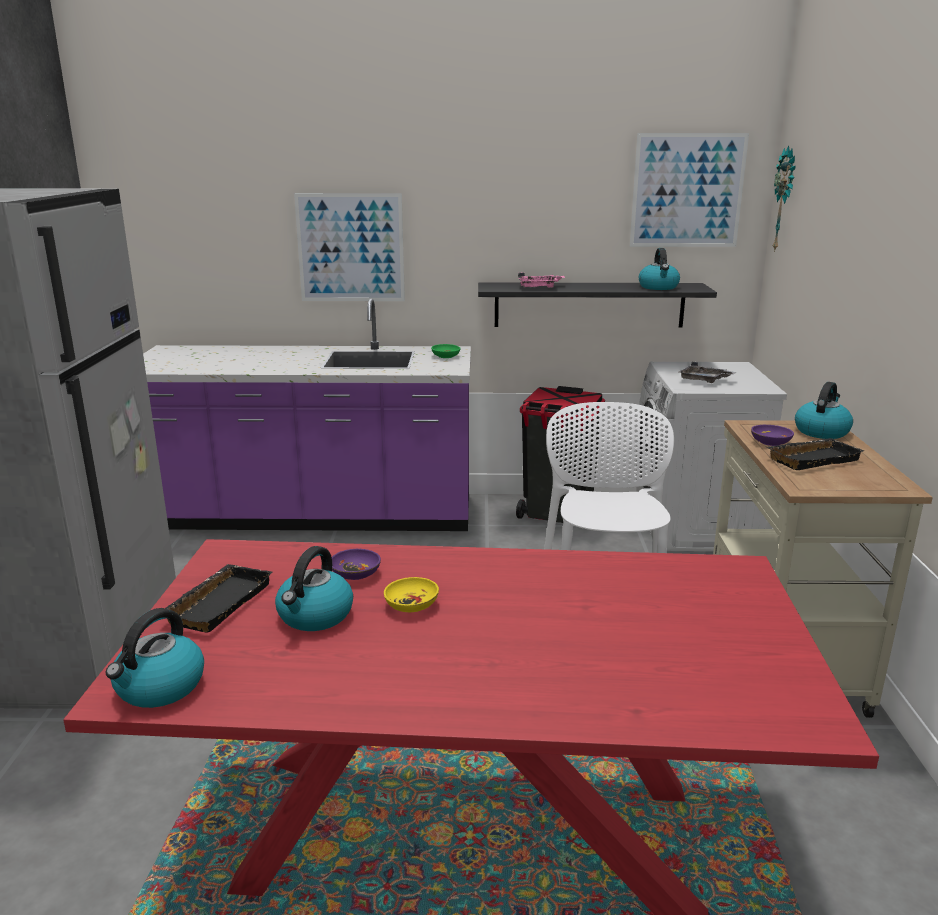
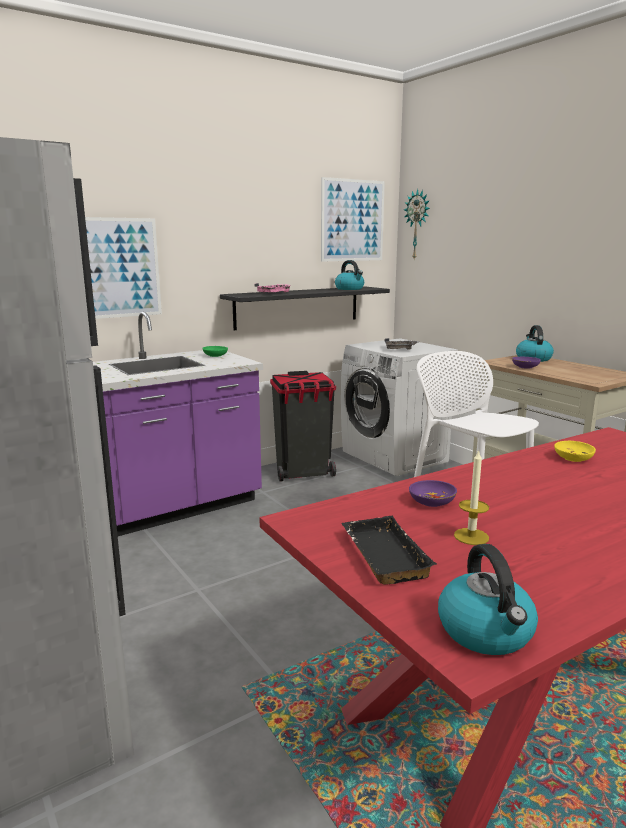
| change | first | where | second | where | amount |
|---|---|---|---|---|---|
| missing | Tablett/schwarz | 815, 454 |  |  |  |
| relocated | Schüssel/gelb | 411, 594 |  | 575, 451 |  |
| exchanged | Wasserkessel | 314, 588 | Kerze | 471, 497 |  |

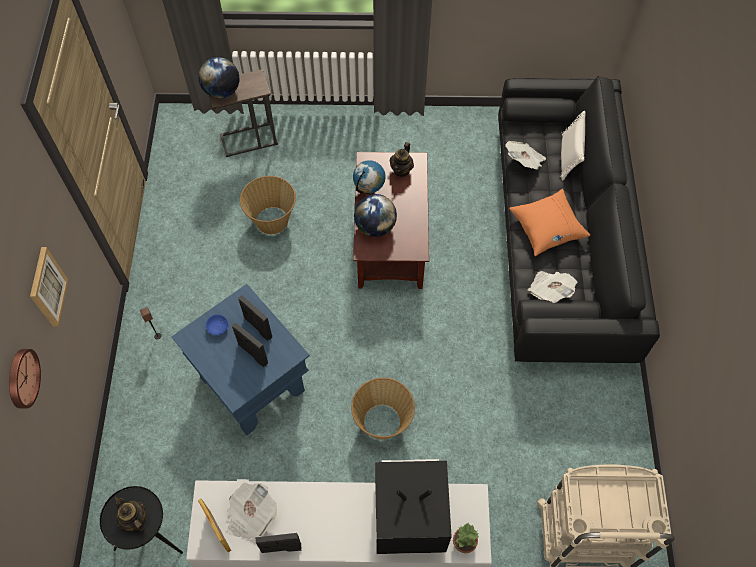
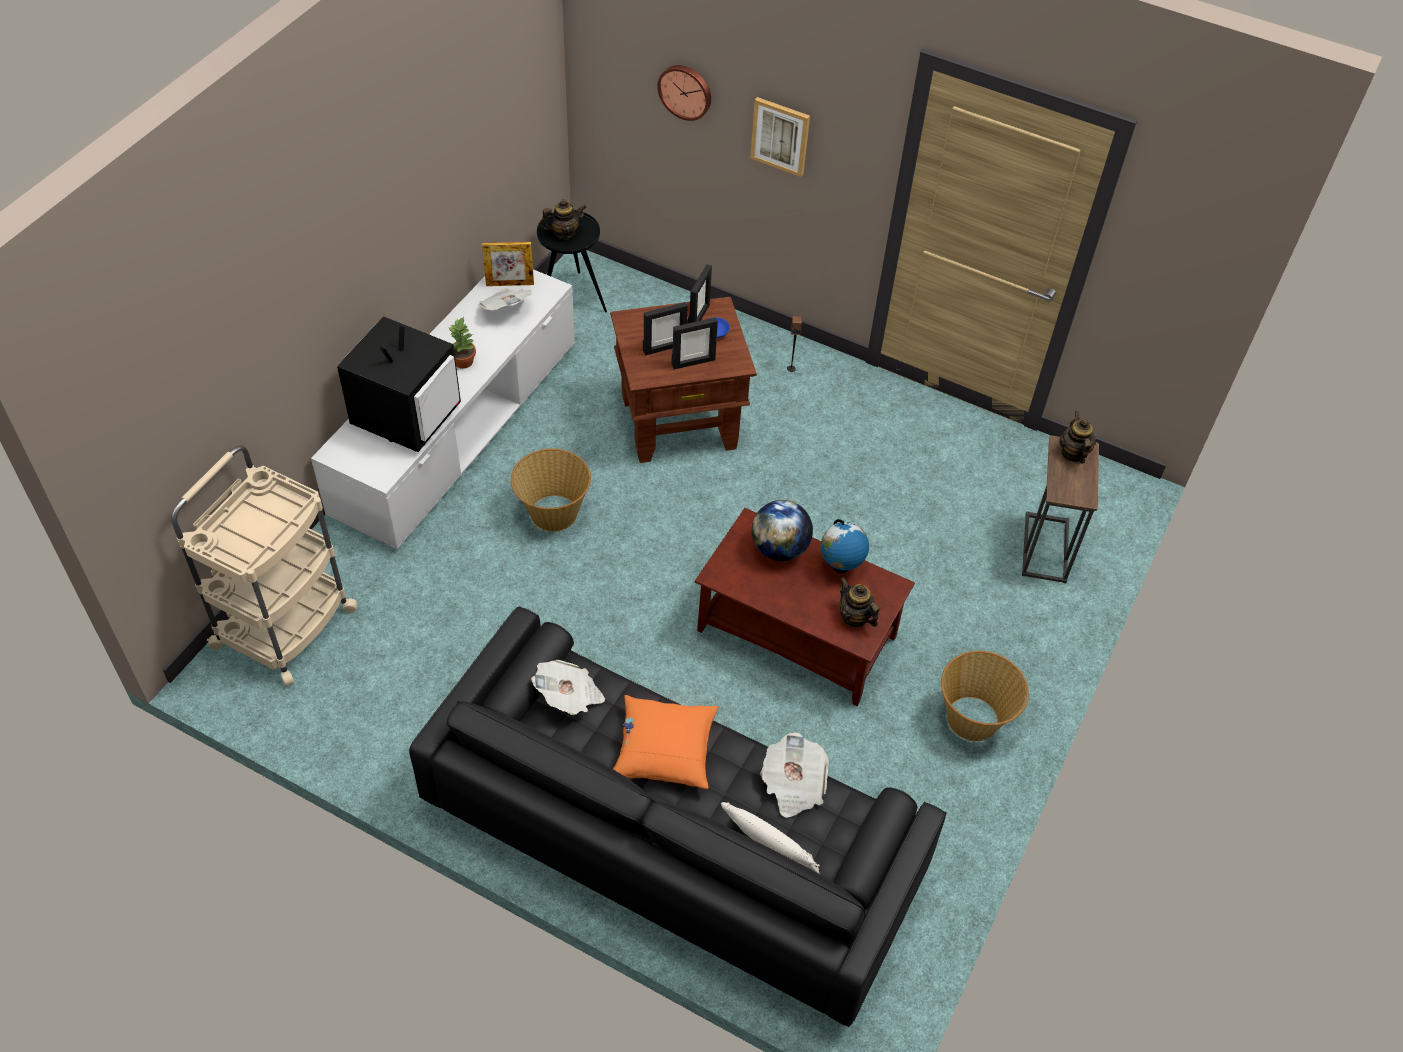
| change | first | where | second | where | amount |
|---|---|---|---|---|---|
| relocated | Korb | 268, 205 |  | 985, 696 |  |
| relocated | Bilderrahmen | 279, 543 |  | 699, 294 |  |
| relocated | Topfpflanze | 466, 538 |  | 462, 342 |  |
| exchanged | Globus | 218, 78 | Teekanne | 1078, 437 |  |
| colour | Beistelltisch/blau | 240, 359 | Beistelltisch/braun | 683, 380 |  |

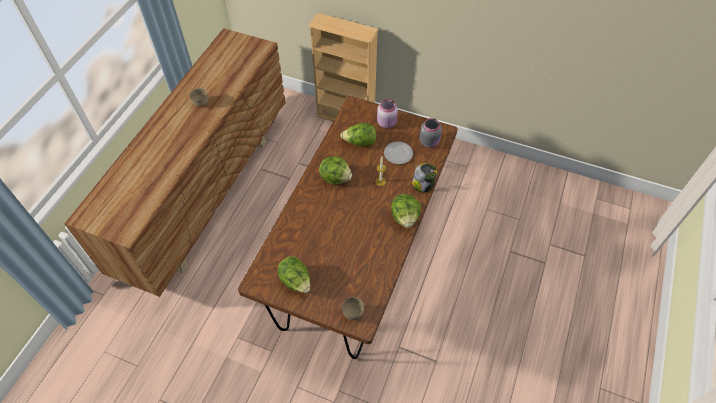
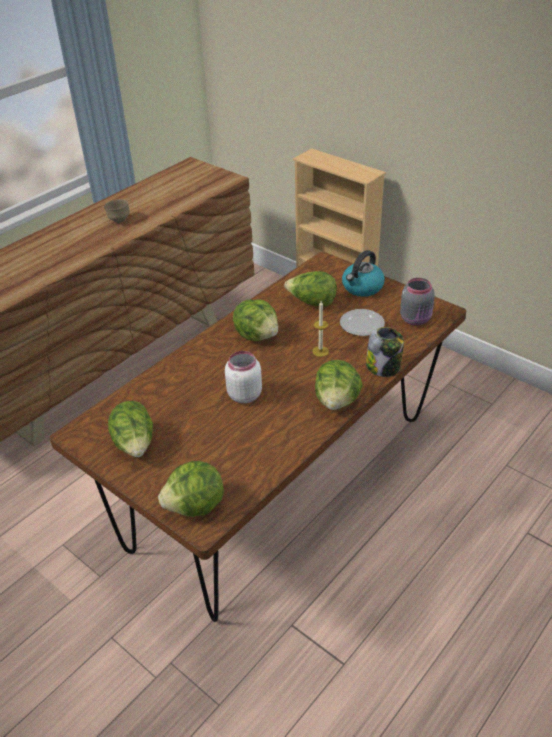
| change | first | where | second | where | amount |
|---|---|---|---|---|---|
| appeared |  |  | Vorratsglas/weiß | 243, 377 |  |
| exchanged | Schüssel/braun | 353, 308 | Salatkopf | 191, 489 |  |
| exchanged | Vorratsglas/rosa | 387, 113 | Wasserkessel | 363, 273 |  |

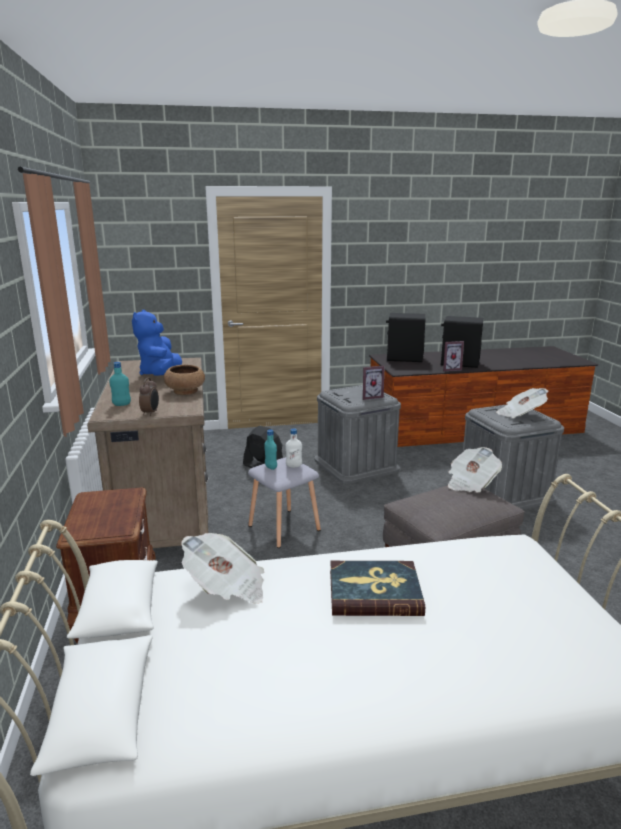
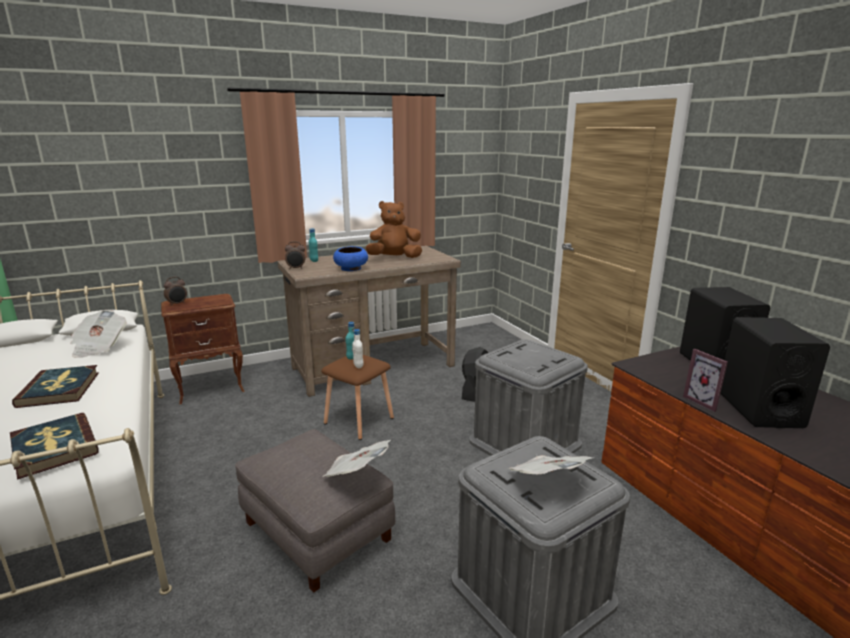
| change | first | where | second | where | amount |
|---|---|---|---|---|---|
| missing | Bilderrahmen | 374, 383 |  |  |  |
| appeared |  |  | Buch | 54, 446 |  |
| appeared |  |  | Wecker | 175, 291 |  |
| colour | Plüschtier/blau | 157, 343 | Plüschtier/braun | 393, 229 |  |
| colour | Schüssel/braun | 184, 380 | Schüssel/blau | 350, 258 |  |
| colour | Hocker/grau | 284, 502 | Hocker/braun | 357, 397 |  |

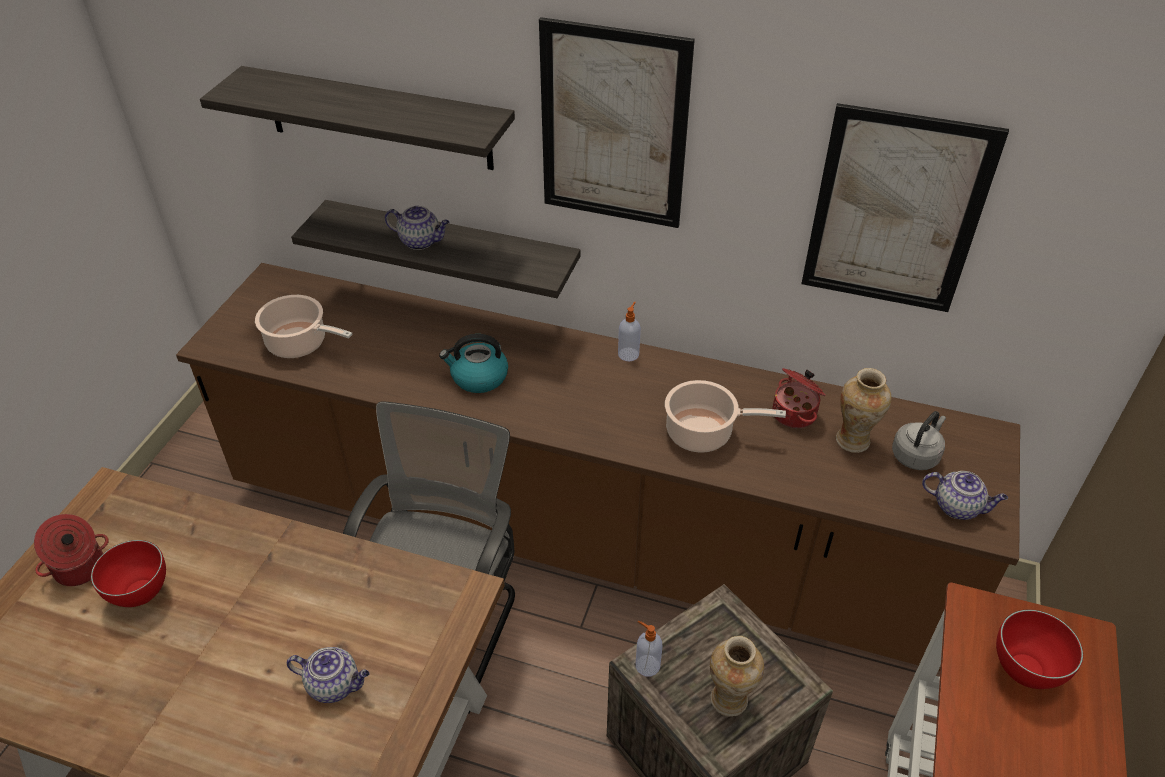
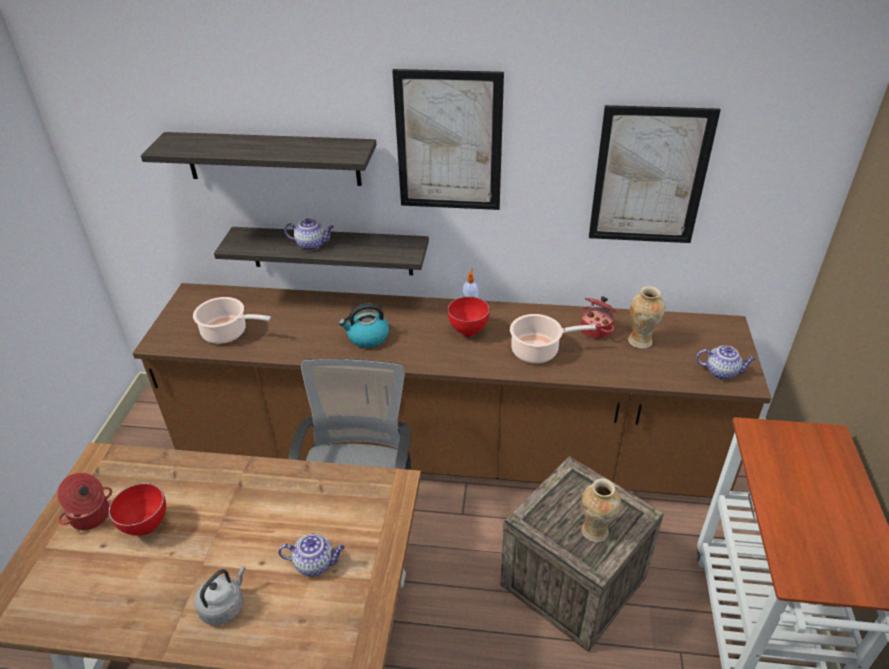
| change | first | where | second | where | amount |
|---|---|---|---|---|---|
| missing | Seifenspender | 649, 648 |  |  |  |
| relocated | Wasserkessel/grau | 919, 440 |  | 220, 596 |  |
| relocated | Schüssel/rot | 1039, 649 |  | 468, 316 |  |

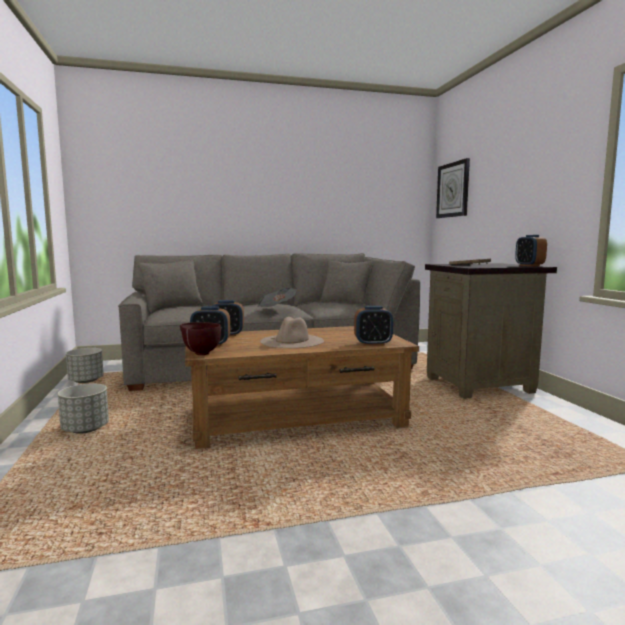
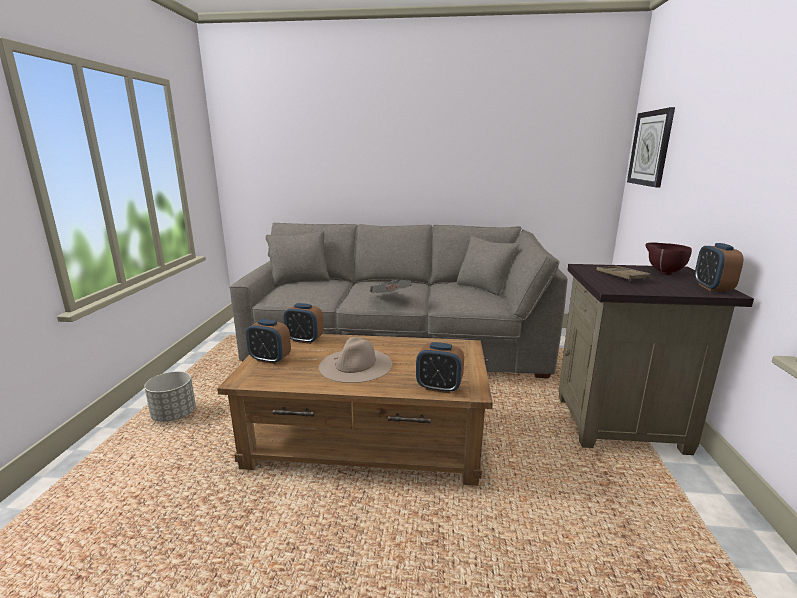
| change | first | where | second | where | amount |
|---|---|---|---|---|---|
| missing | Pflanzkübel/grau | 85, 365 |  |  |  |
| relocated | Schüssel/braun | 200, 338 |  | 668, 258 |  |

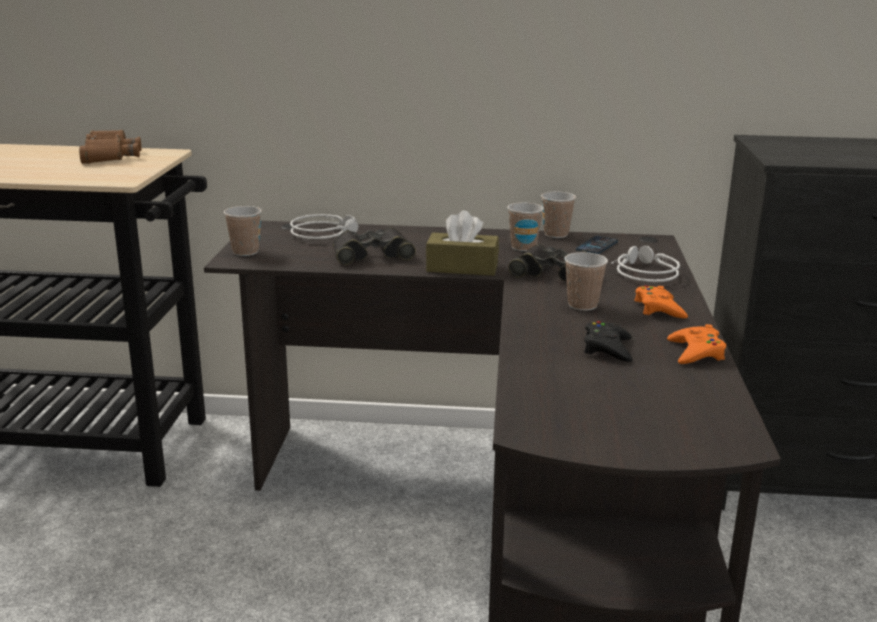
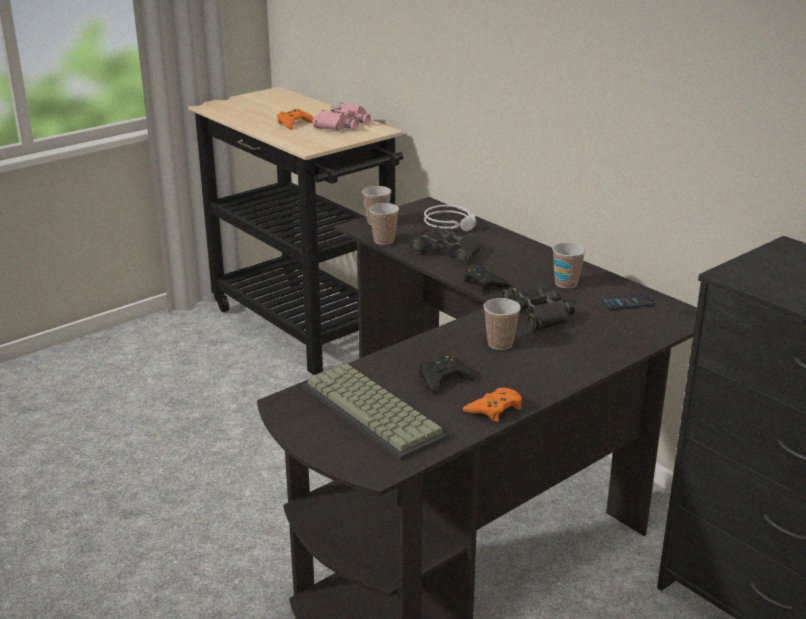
| change | first | where | second | where | amount |
|---|---|---|---|---|---|
| missing | Kopfhörer/grau | 645, 264 |  |  |  |
| appeared |  |  | Tastatur | 375, 412 |  |
| relocated | Tasse | 558, 215 |  | 384, 224 |  |
| relocated | Gamepad/orange | 661, 301 |  | 295, 119 |  |
| exchanged | Taschentuchbox/braun | 462, 243 | Gamepad/schwarz | 487, 279 |  |
| colour | Fernglas/braun | 110, 147 | Fernglas/rosa | 341, 116 |  |

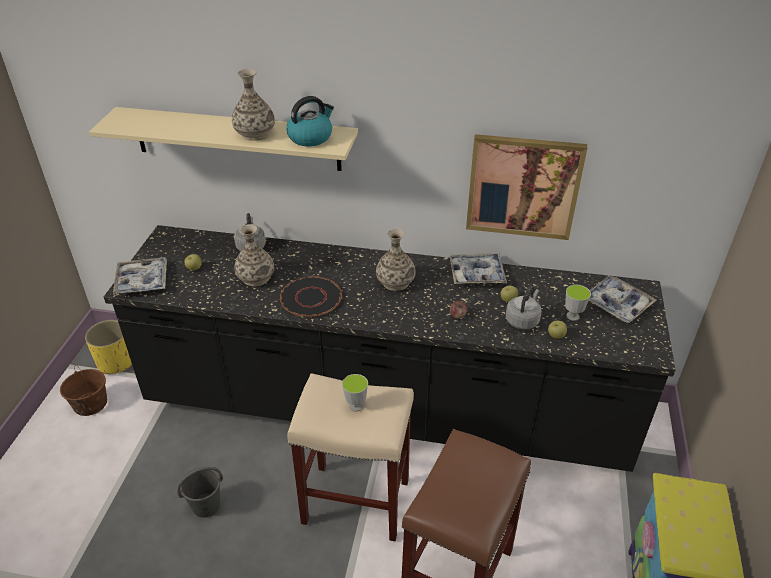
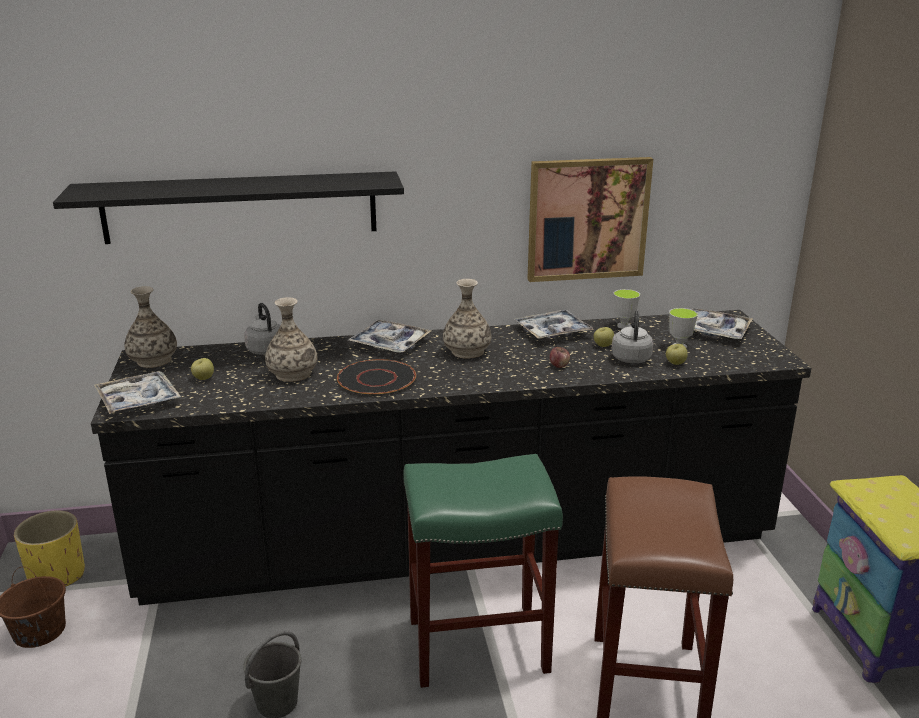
| change | first | where | second | where | amount |
|---|---|---|---|---|---|
| missing | Wasserkessel | 310, 121 |  |  |  |
| appeared |  |  | Tablett | 389, 336 |  |
| relocated | Vase | 253, 104 |  | 150, 327 |  |
| relocated | Tasse | 355, 393 |  | 627, 309 |  |
| colour | Wandregal/beige | 223, 139 | Wandregal/schwarz | 228, 207 |  |
| colour | Hocker/beige | 350, 457 | Hocker/grün | 483, 571 |  |

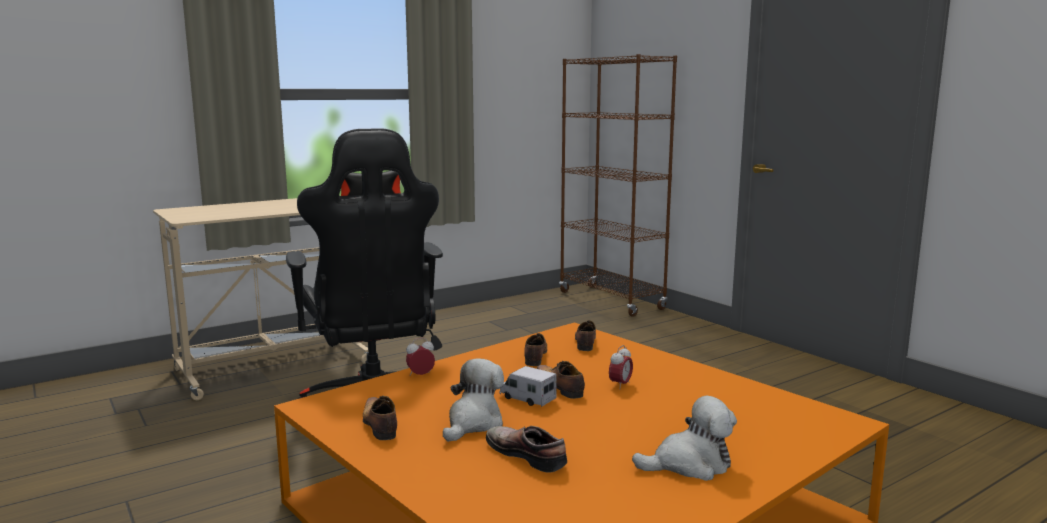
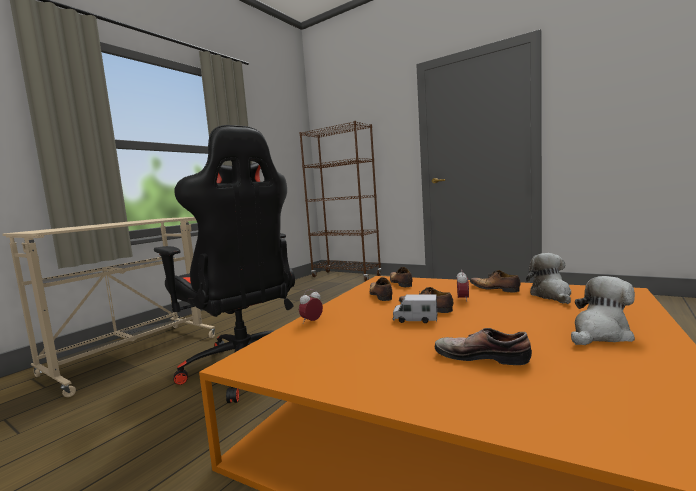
| change | first | where | second | where | amount |
|---|---|---|---|---|---|
| relocated | Schuh | 380, 417 |  | 495, 281 |  |
| relocated | Plüschtier | 473, 400 |  | 548, 278 |  |

